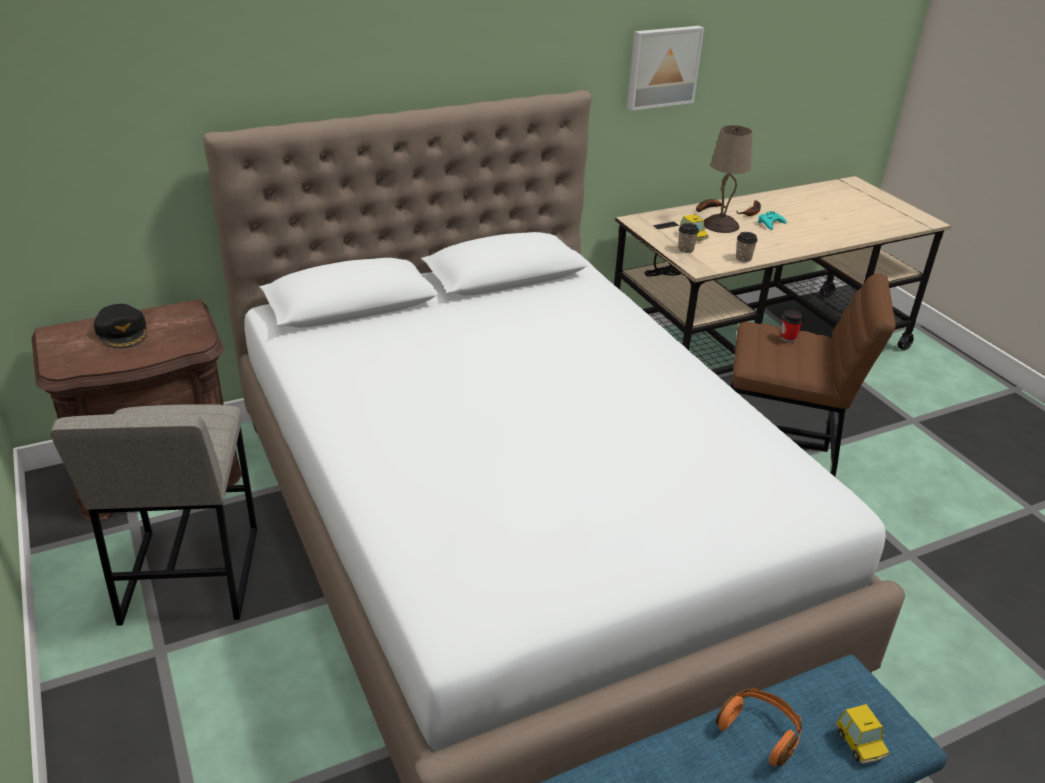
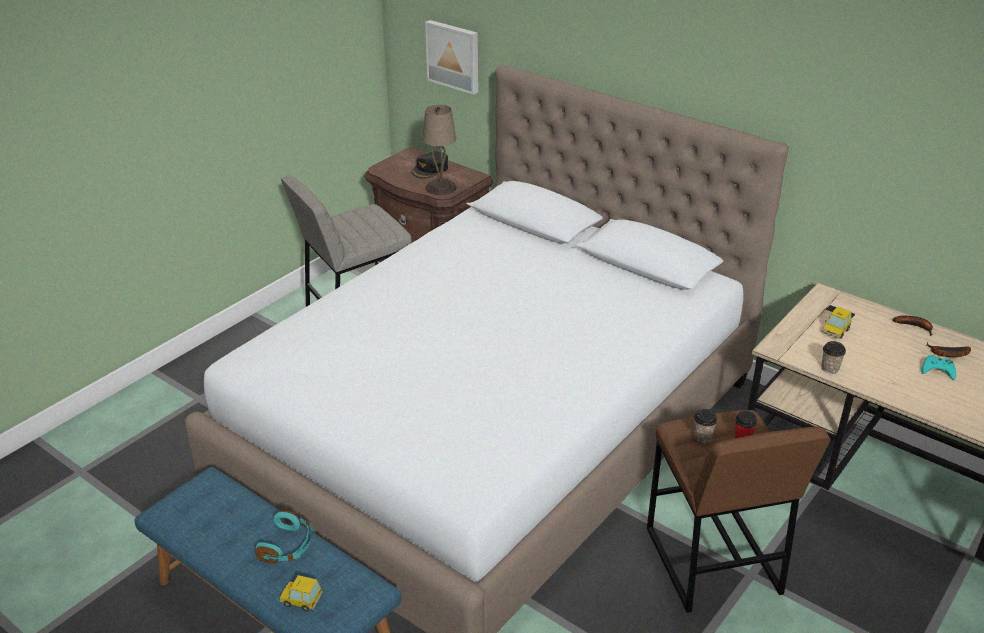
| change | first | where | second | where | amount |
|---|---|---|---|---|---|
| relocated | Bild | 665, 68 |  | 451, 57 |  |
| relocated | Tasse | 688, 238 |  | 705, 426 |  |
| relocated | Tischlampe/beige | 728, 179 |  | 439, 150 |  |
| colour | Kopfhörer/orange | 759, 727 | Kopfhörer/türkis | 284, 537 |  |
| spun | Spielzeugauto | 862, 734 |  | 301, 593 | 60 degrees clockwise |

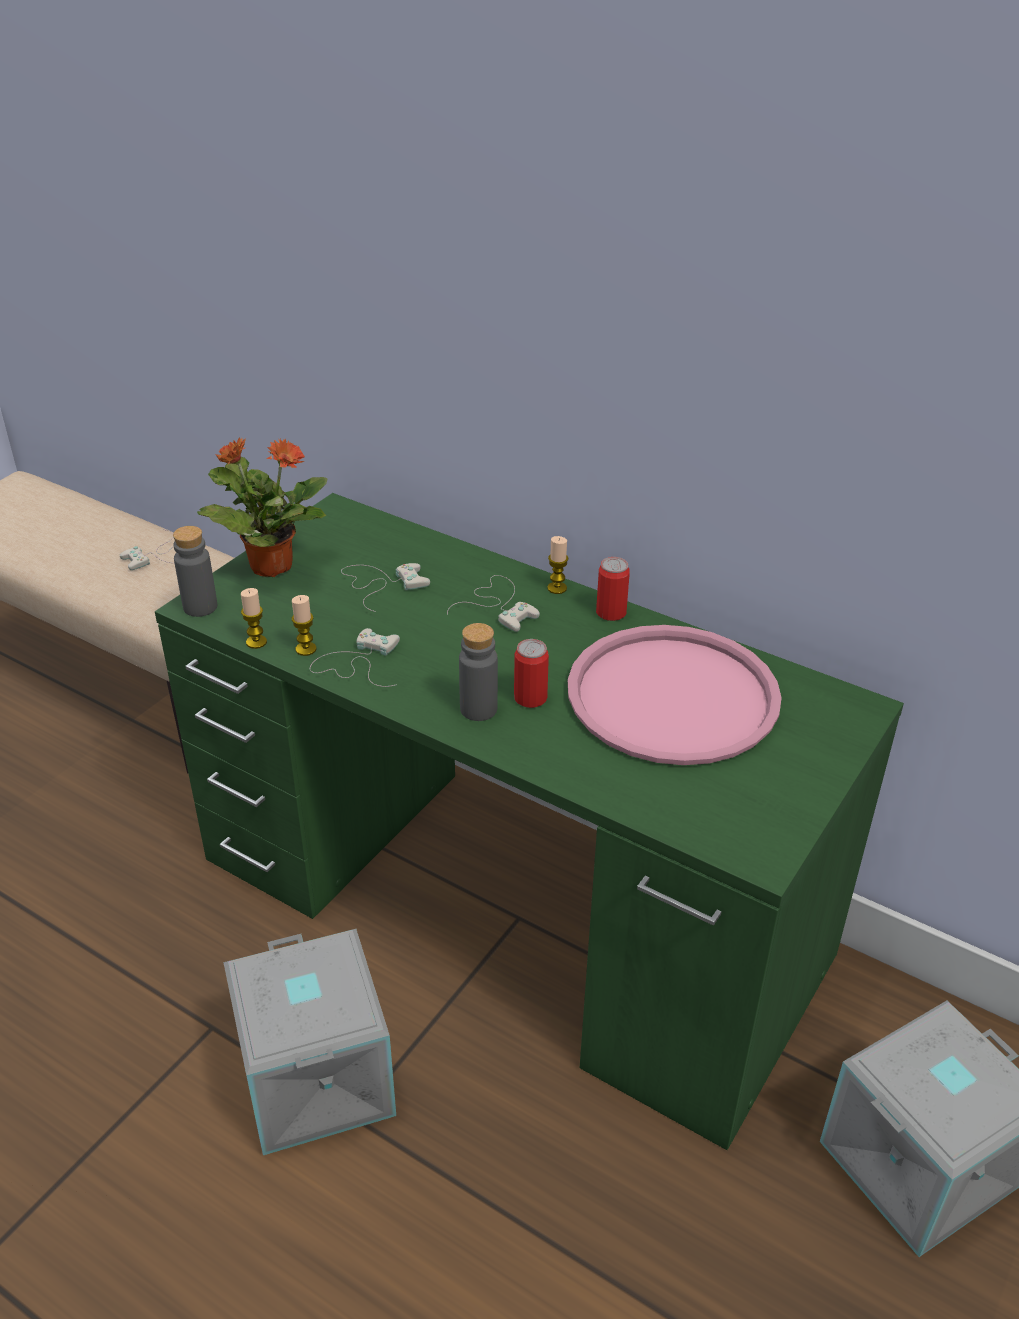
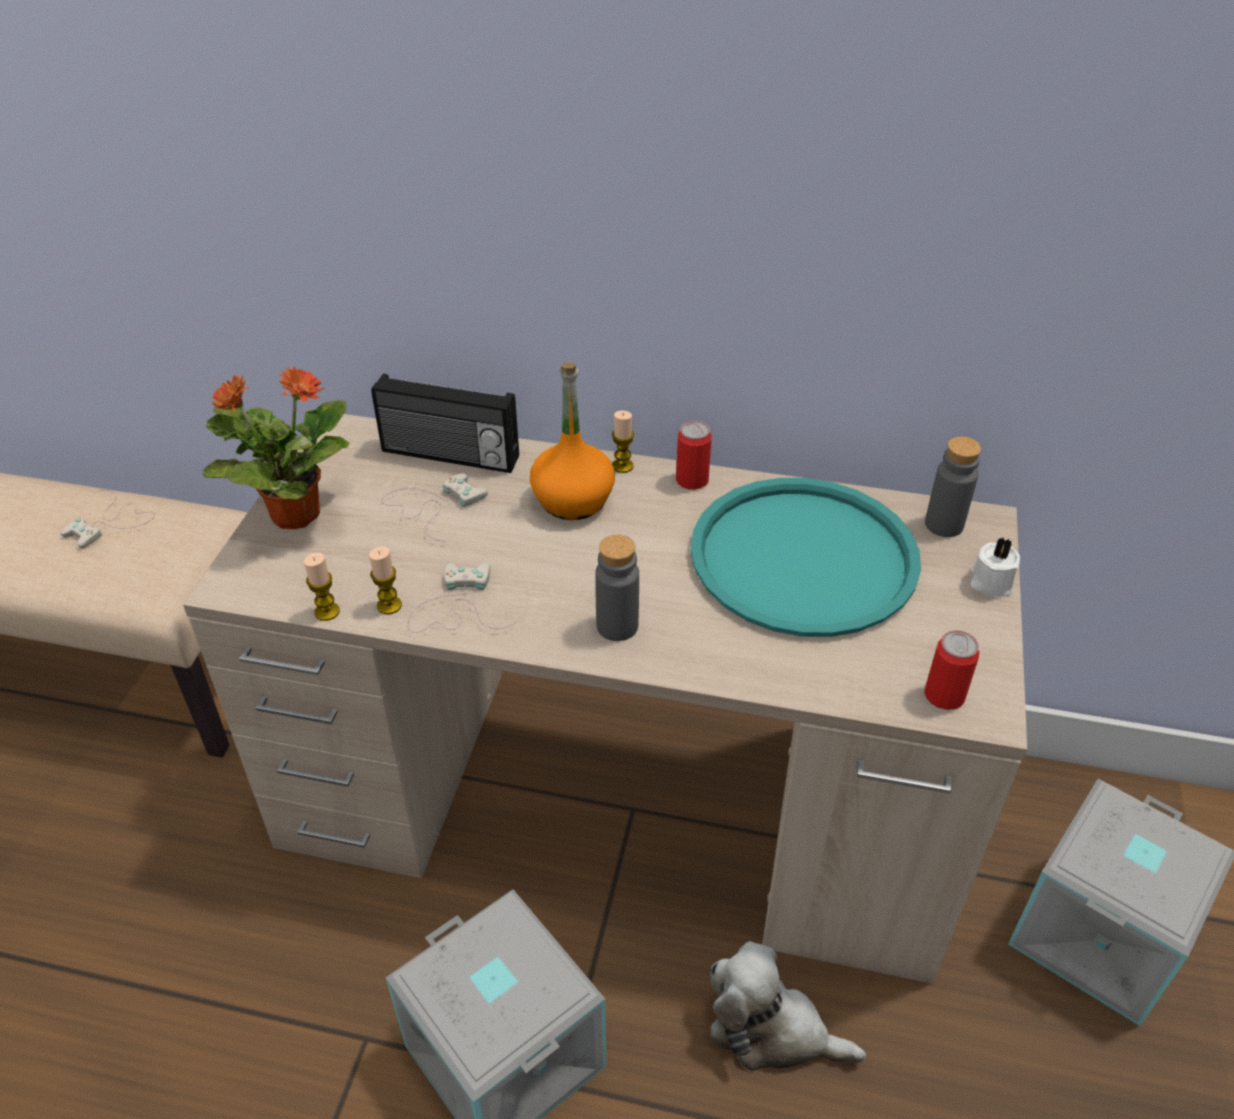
| change | first | where | second | where | amount |
|---|---|---|---|---|---|
| appeared |  |  | Radio | 445, 423 |  |
| appeared |  |  | Plüschtier | 788, 1006 |  |
| appeared |  |  | Kerze/weiß | 995, 567 |  |
| relocated | Flasche/grau | 195, 571 |  | 953, 486 |  |
| relocated | Dose | 531, 673 |  | 951, 670 |  |
| exchanged | Gamepad/weiß | 493, 603 | Flasche/orange | 572, 441 |  |
| colour | Schreibtisch/grün | 529, 821 | Schreibtisch/beige | 605, 699 |  |
| colour | Tablett/rosa | 675, 695 | Tablett/türkis | 806, 557 |  |

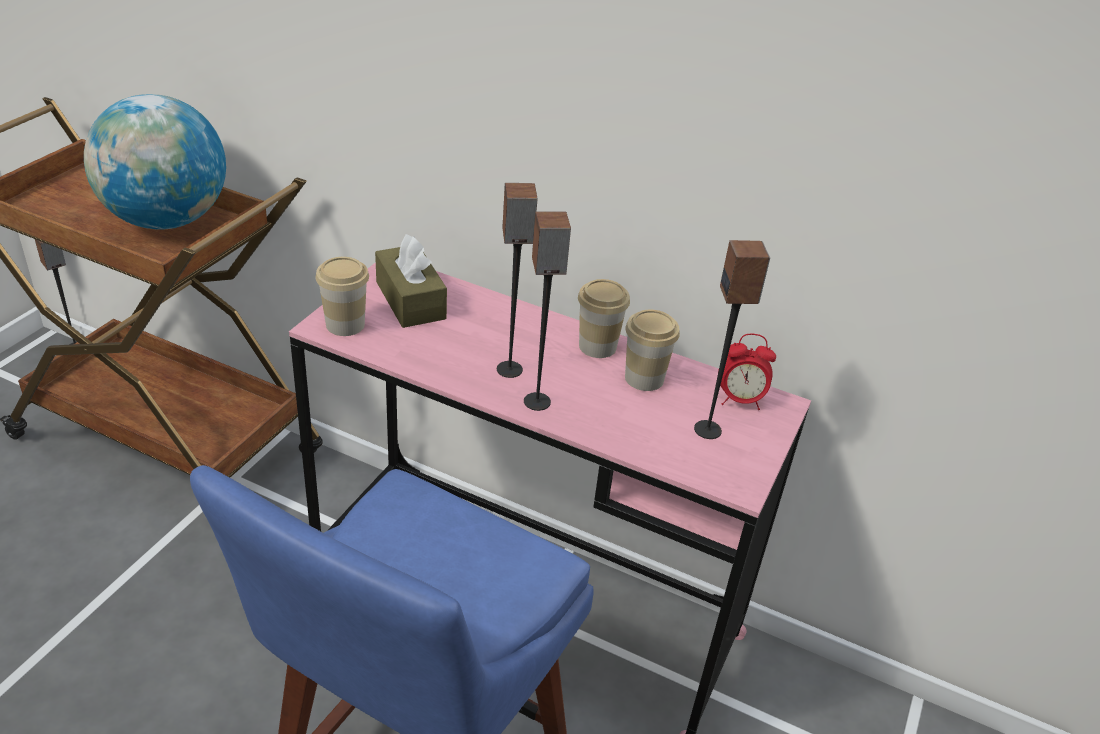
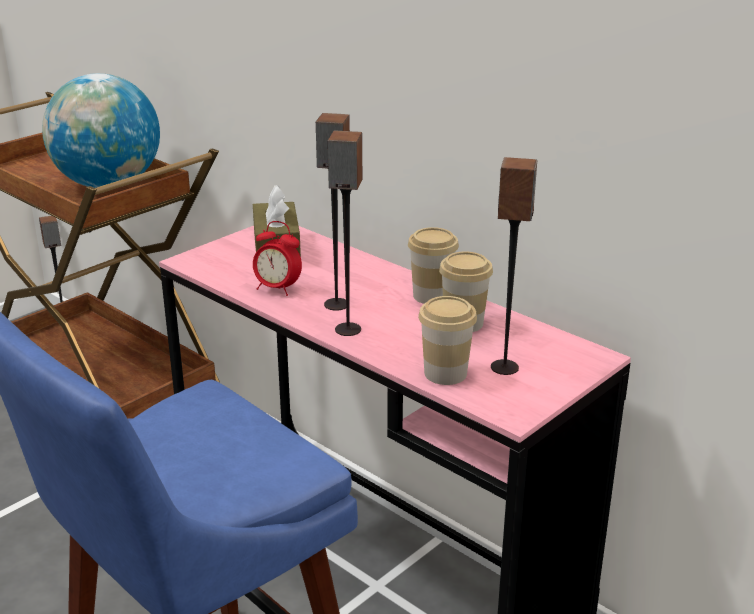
| change | first | where | second | where | amount |
|---|---|---|---|---|---|
| relocated | Tasse | 342, 296 |  | 447, 340 |  |
| relocated | Wecker | 747, 372 |  | 277, 258 |  |

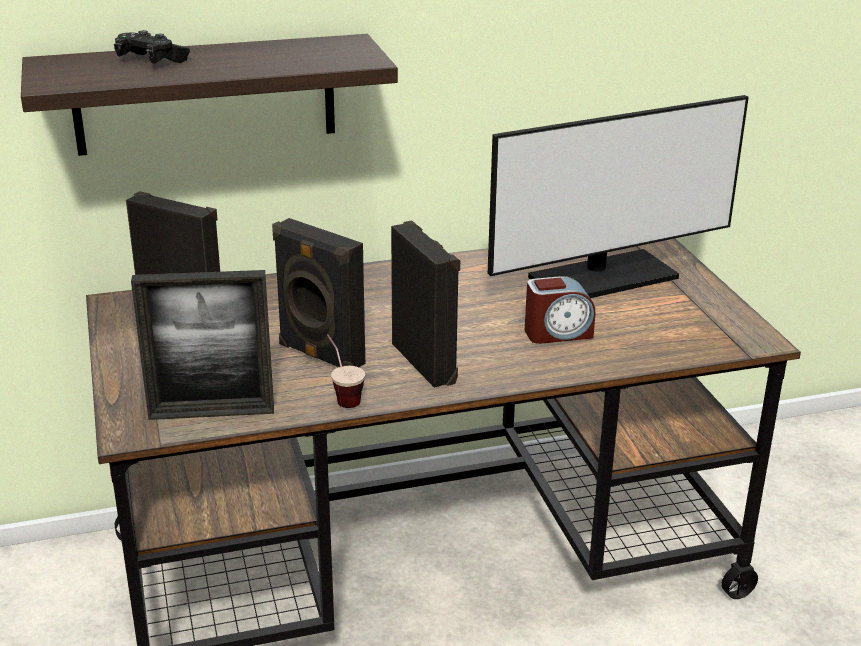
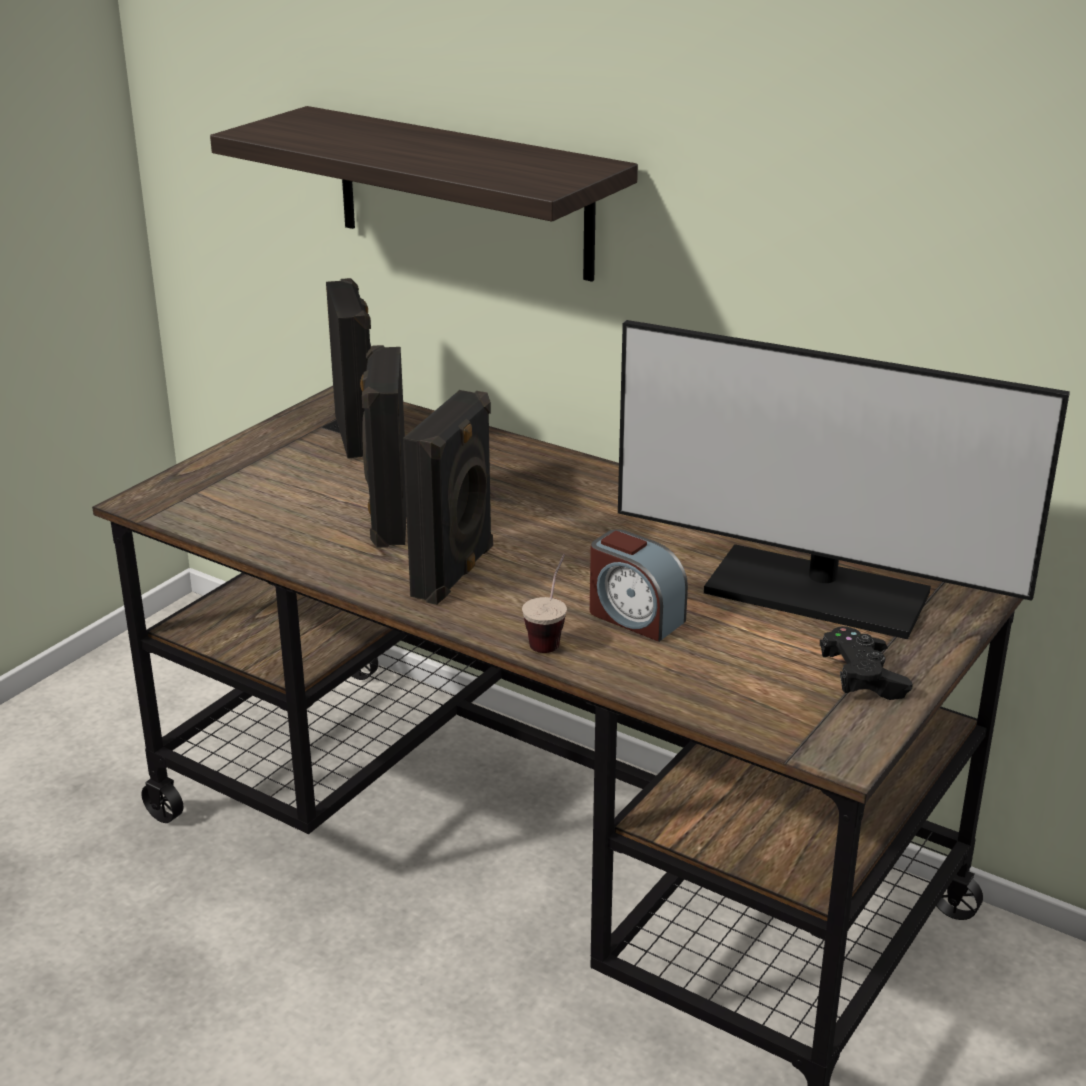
| change | first | where | second | where | amount |
|---|---|---|---|---|---|
| missing | Bilderrahmen | 202, 345 |  |  |  |
| relocated | Gamepad/schwarz | 152, 47 |  | 866, 663 |  |
| relocated | Tasse | 346, 371 |  | 544, 603 |  |

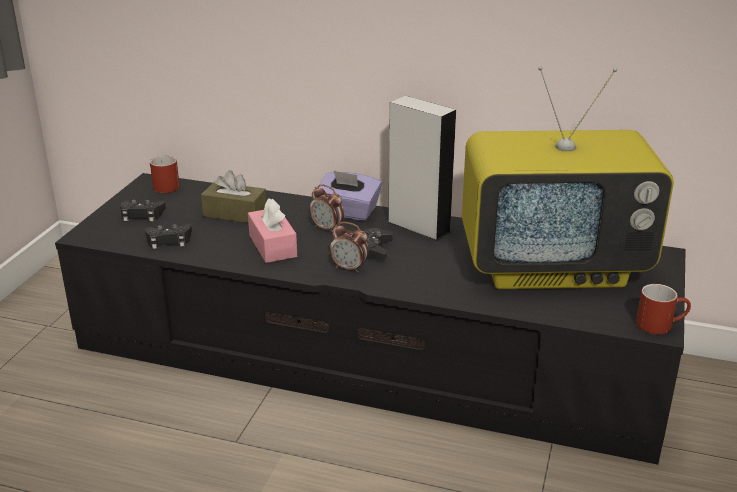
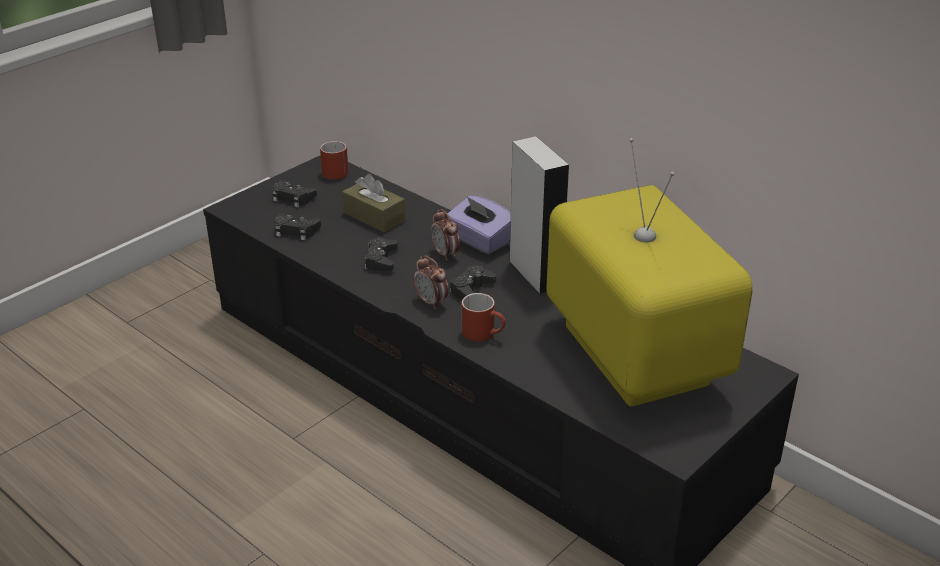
| change | first | where | second | where | amount |
|---|---|---|---|---|---|
| relocated | Henkelbecher/rot | 663, 309 |  | 484, 317 |  |
| exchanged | Taschentuchbox/rosa | 272, 230 | Gamepad/schwarz | 381, 254 |  |
| spun | Fernseher | 568, 177 |  | 649, 272 | 135 degrees counterclockwise |

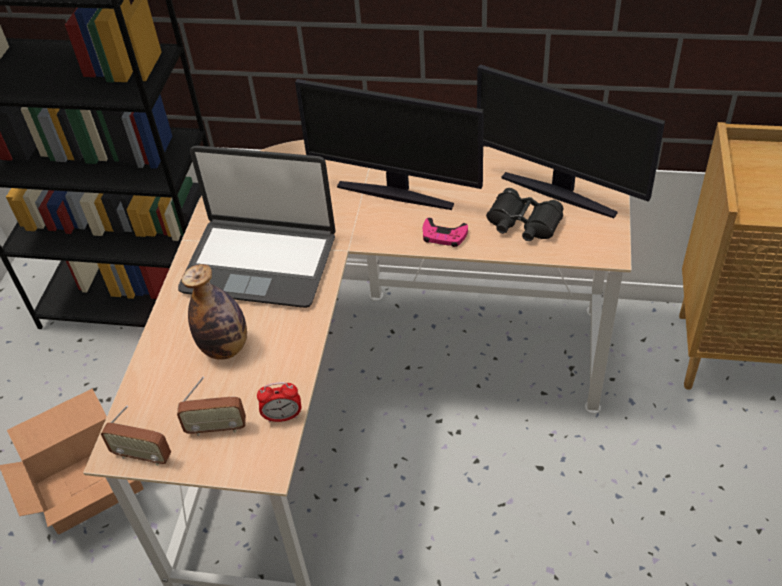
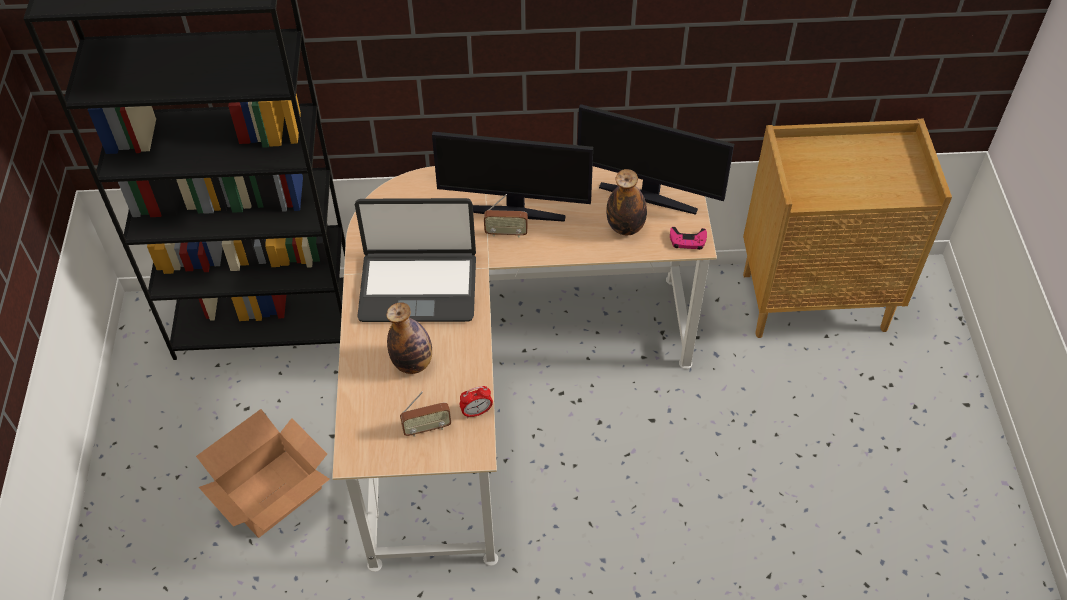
| change | first | where | second | where | amount |
|---|---|---|---|---|---|
| relocated | Radio | 136, 436 |  | 506, 215 |  |
| relocated | Gamepad/rosa | 445, 232 |  | 688, 238 |  |
| exchanged | Fernglas/schwarz | 524, 214 | Flasche | 626, 202 |  |

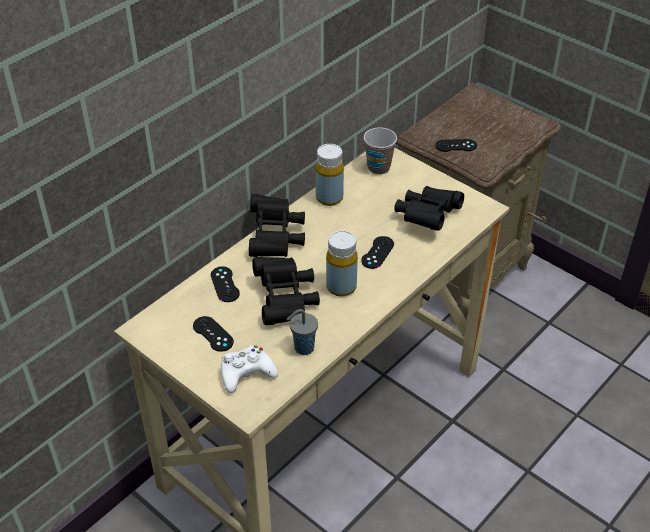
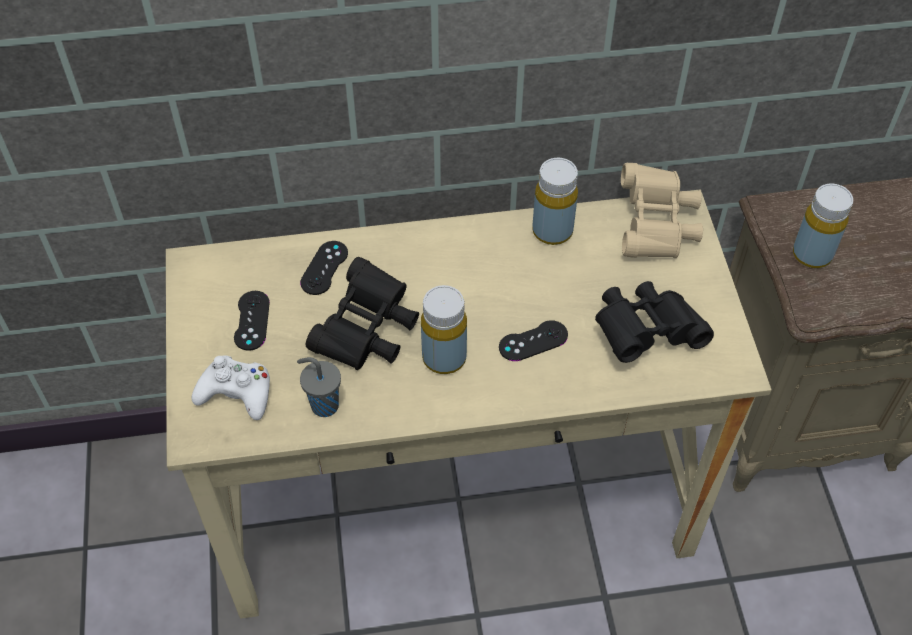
| change | first | where | second | where | amount |
|---|---|---|---|---|---|
| missing | Fernglas/schwarz | 277, 225 |  |  |  |
| exchanged | Tasse | 380, 151 | Fernglas/beige | 662, 210 |  |
| exchanged | Gamepad/schwarz | 456, 145 | Flasche/gelb | 823, 225 |  |

